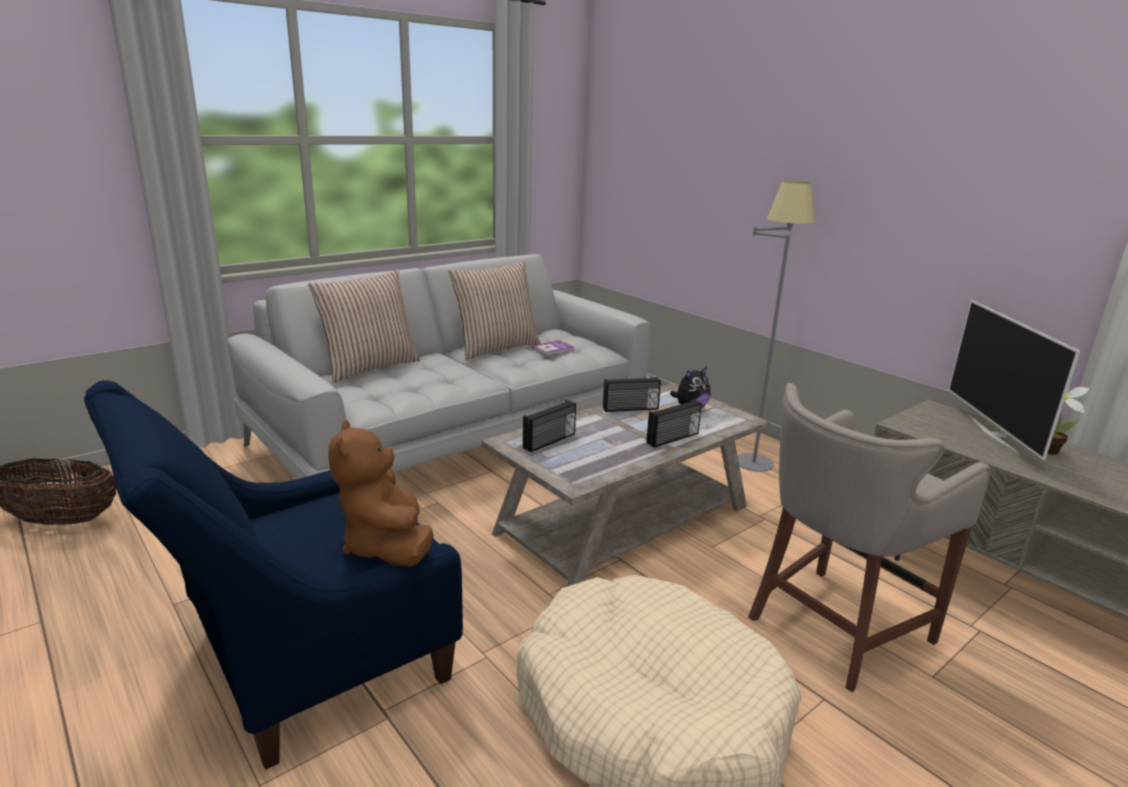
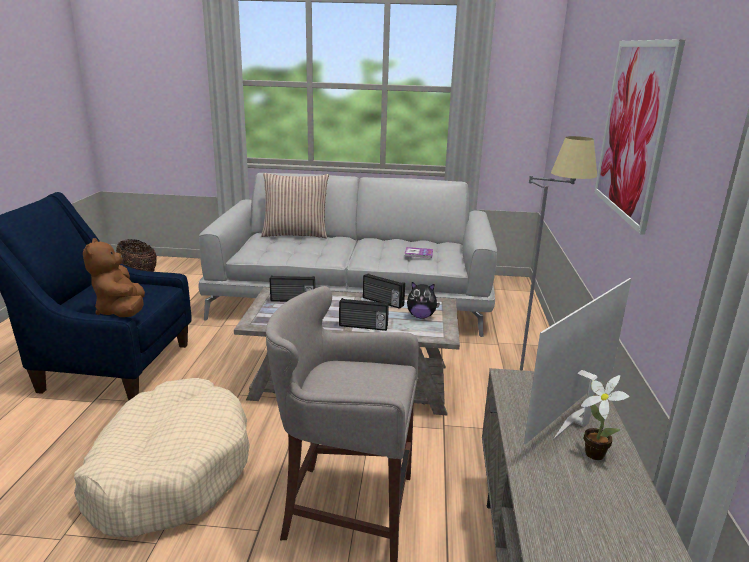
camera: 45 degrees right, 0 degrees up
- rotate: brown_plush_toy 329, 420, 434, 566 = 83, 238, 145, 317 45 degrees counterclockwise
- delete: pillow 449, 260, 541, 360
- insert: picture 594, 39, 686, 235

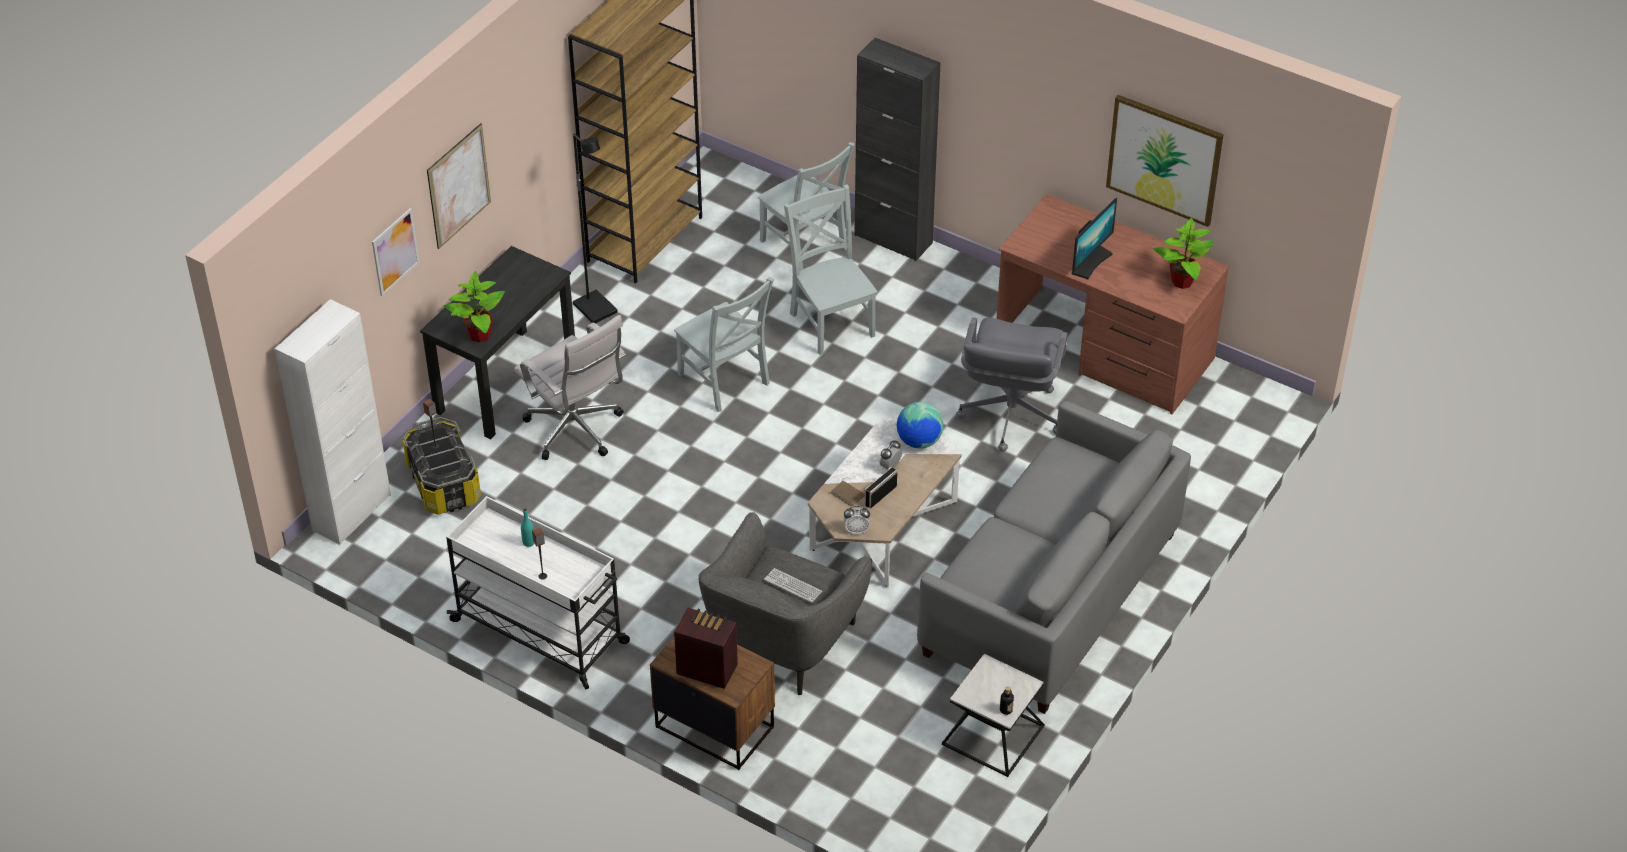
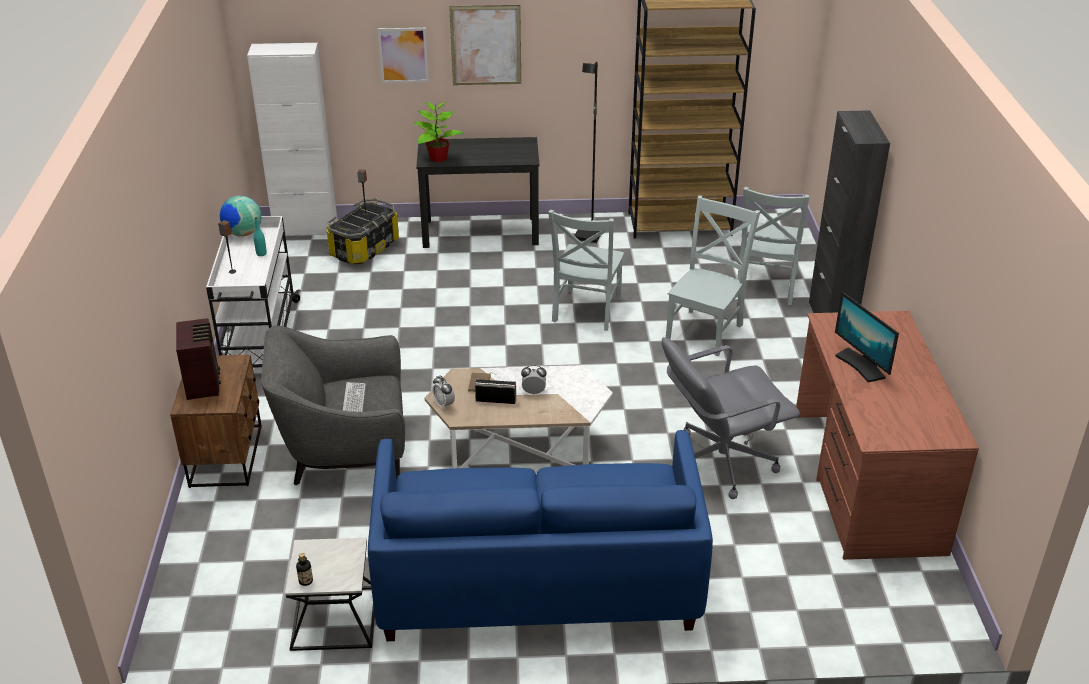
camera: 55 degrees right, 10 degrees down
- delete: white_office_chair 514, 315, 626, 460
- move: globe 897, 402, 943, 449 to 220, 196, 261, 237
- recolor: grey_sofa 917, 401, 1191, 714 to blue_sofa 368, 430, 713, 641
- rotate: monitor 1072, 198, 1117, 279 = 835, 292, 899, 382 60 degrees clockwise
- delete: picture 1106, 95, 1224, 227
- delete: potted_plant 1153, 218, 1214, 289

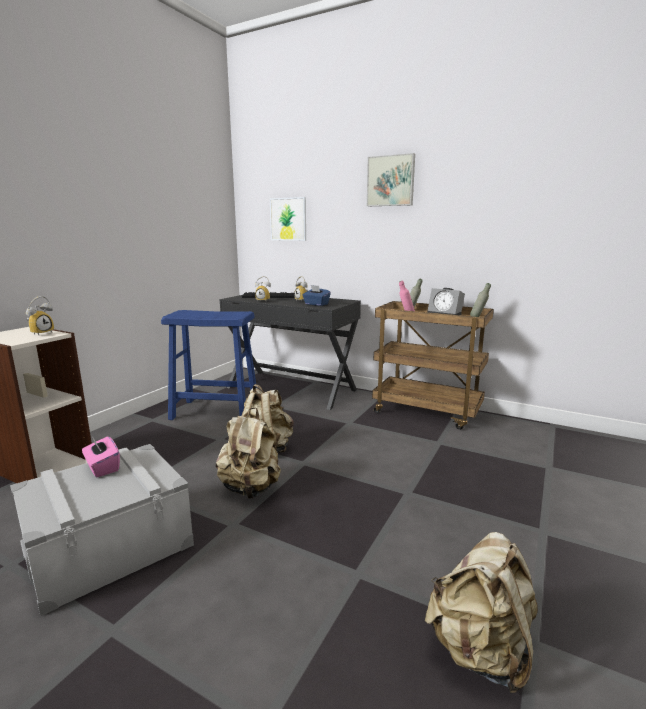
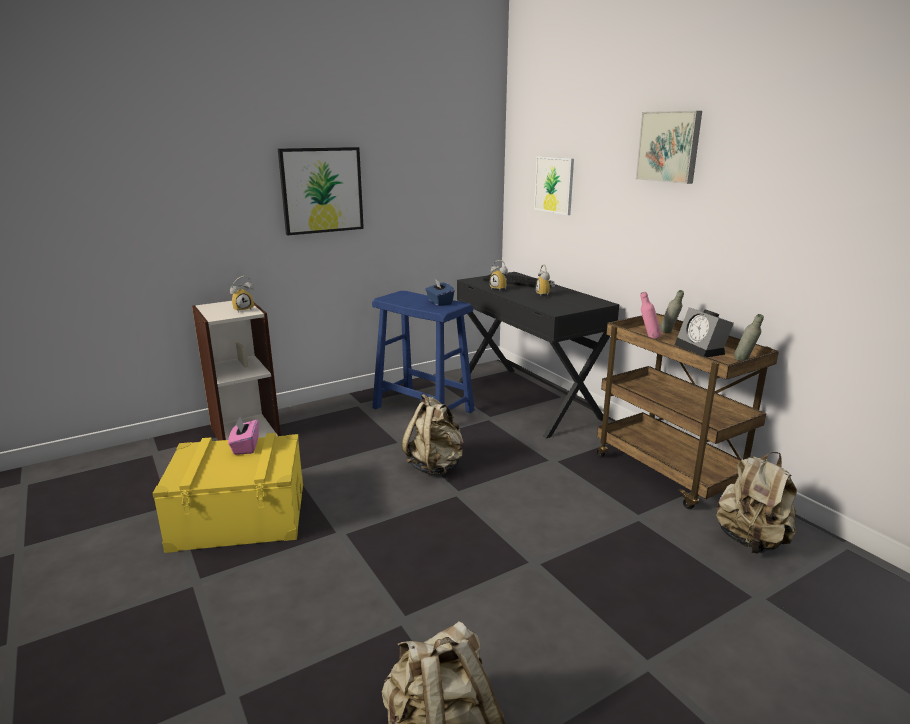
camera: 30 degrees right, 5 degrees up
- recolor: grey_storage_box 10, 444, 194, 616 to yellow_storage_box 152, 433, 303, 553
- move: beige_backpack 216, 407, 281, 499 to 716, 452, 797, 554
- move: blue_tissue_box 303, 285, 331, 306 to 425, 278, 454, 306
- insert: picture 278, 147, 364, 235

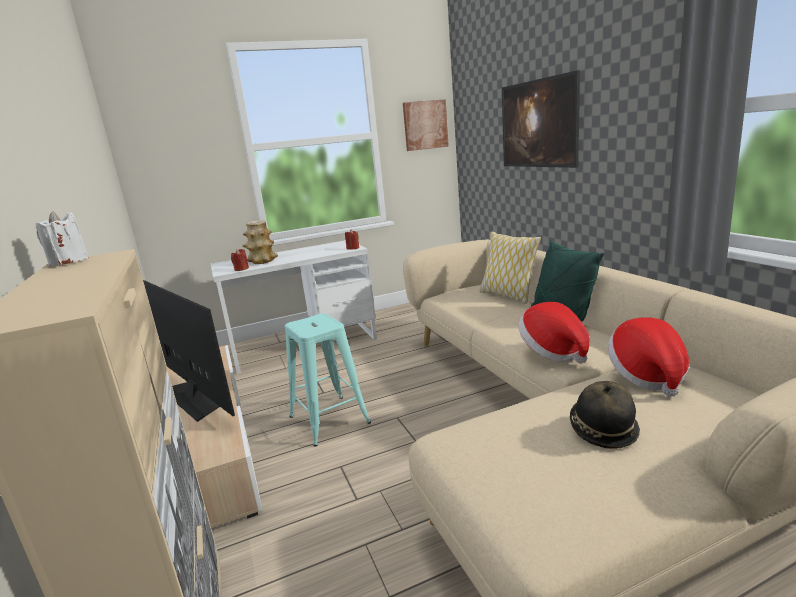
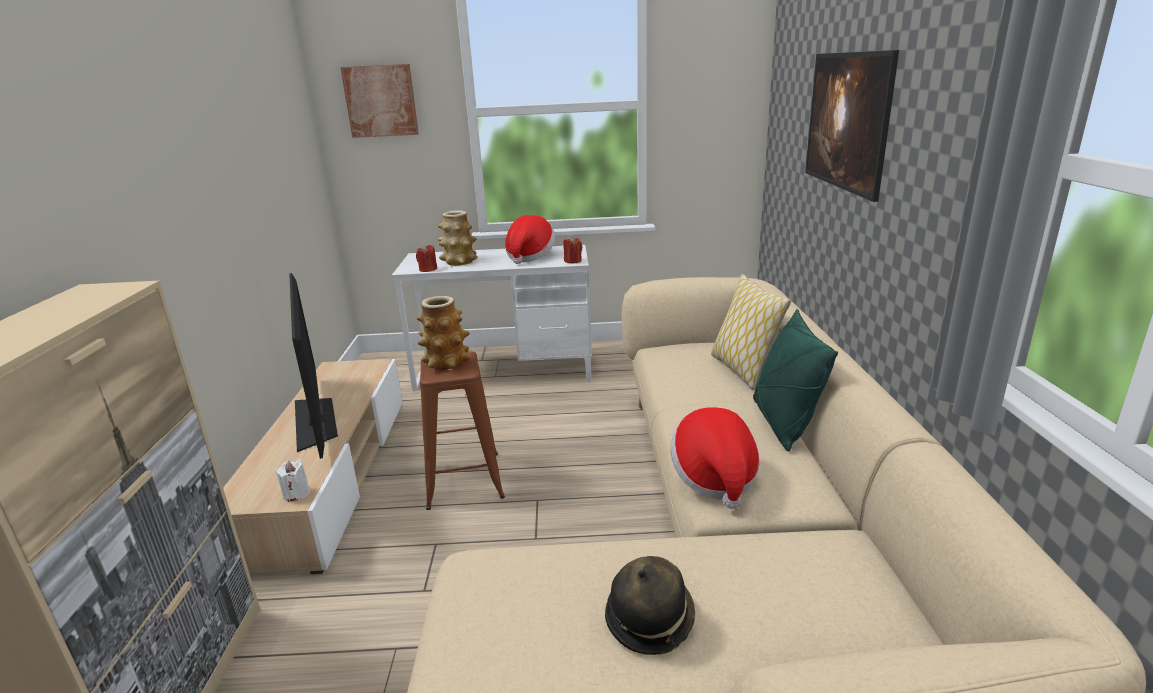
camera: 20 degrees right, 5 degrees up
- move: white_candle 36, 211, 89, 266 to 276, 459, 310, 502
- recolor: turquoise_stool 285, 313, 371, 446 to brown_stool 420, 351, 505, 510
- move: picture 403, 99, 449, 151 to 340, 64, 419, 138
- move: hat 608, 317, 689, 397 to 505, 215, 555, 264
- insert: vase 417, 296, 471, 370

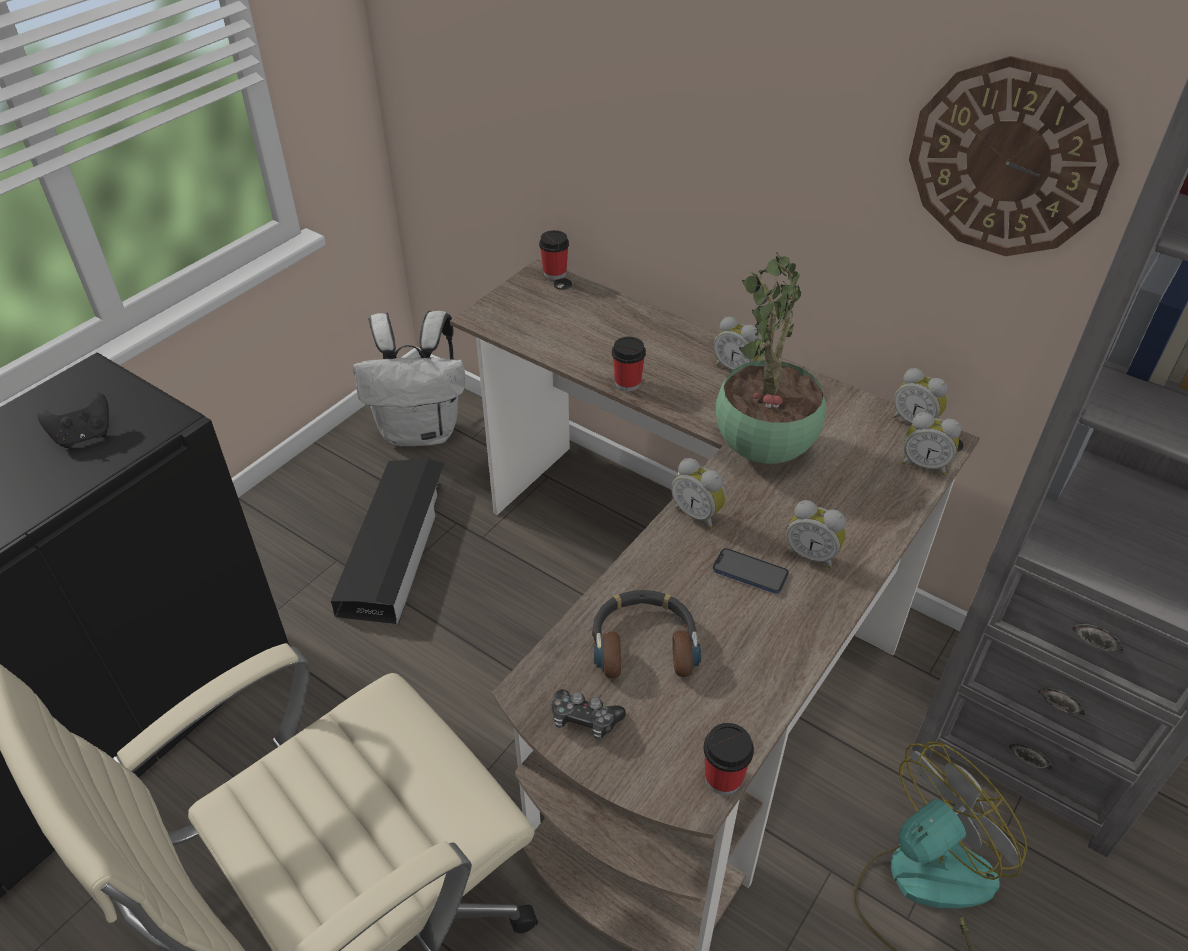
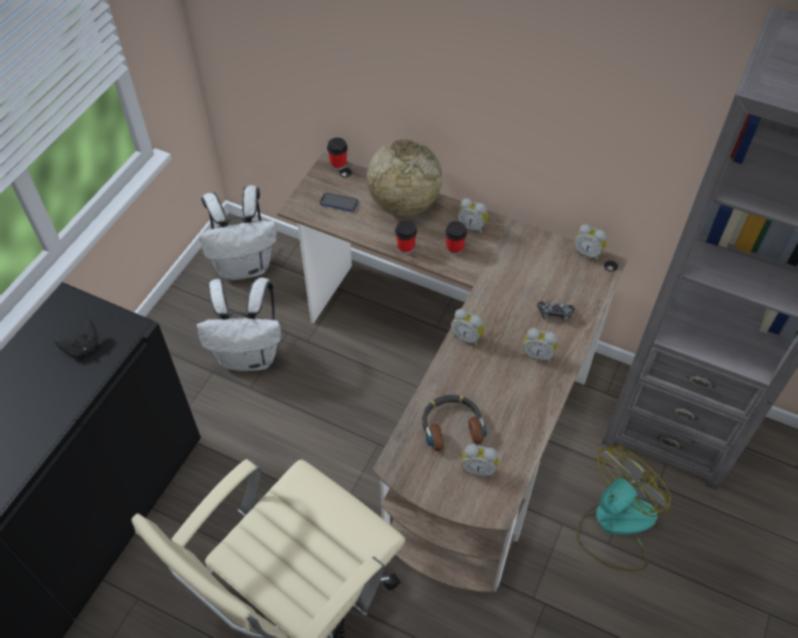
camera: 10 degrees left, 10 degrees up
- replace: black_storage_box 331, 459, 444, 625 to white_backpack 197, 277, 281, 371
- move: game_controller 552, 689, 626, 740 to 537, 301, 575, 322
- move: cup 703, 723, 754, 795 to 445, 221, 467, 255
- move: phone 713, 548, 789, 594 to 320, 193, 358, 212
- delete: potted_plant 716, 252, 826, 464
- move: alarm_clock 902, 412, 961, 475 to 461, 444, 498, 477
- delete: wall_clock 909, 56, 1119, 256
- insert: globe 367, 139, 442, 216

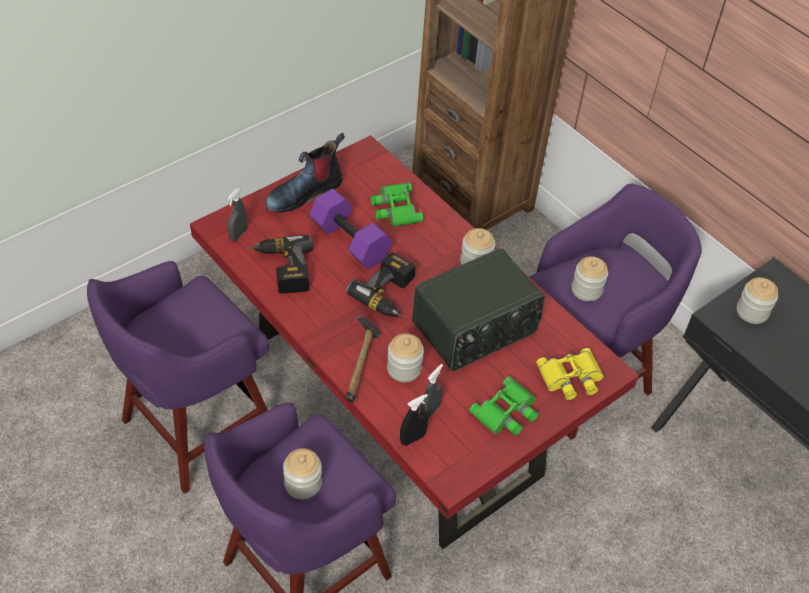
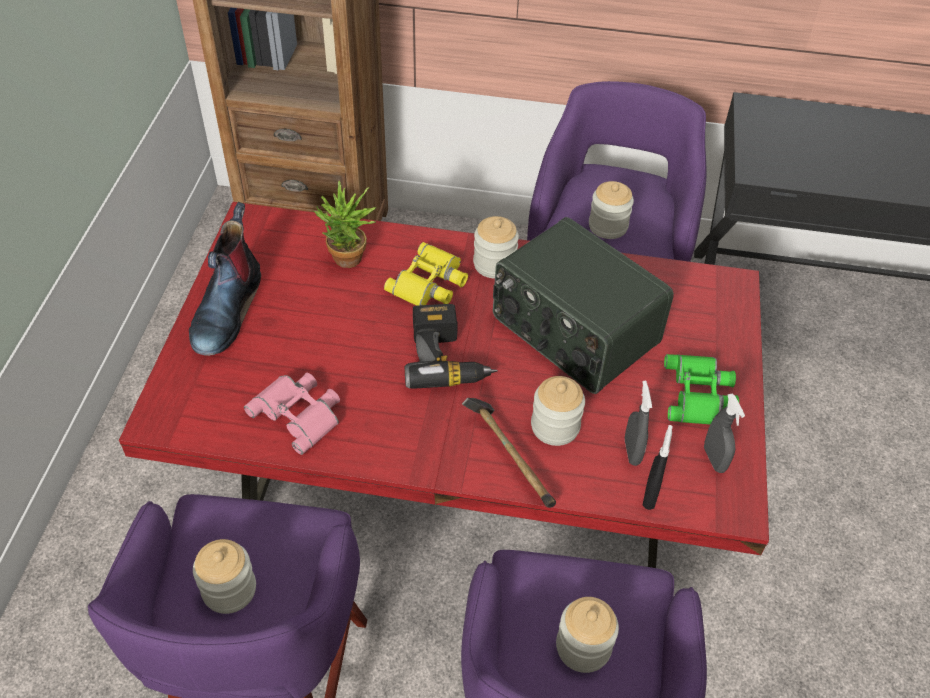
camera: 40 degrees left, 0 degrees up
- move: grey_spray_bottle 228, 188, 247, 241 to 704, 393, 745, 473
- replace: power_drill 250, 235, 313, 293 to pink_binoculars 244, 373, 340, 455
- delete: purple_dumbbell 309, 189, 392, 269
- replace: green_binoculars 371, 183, 423, 227 to potted_plant 314, 181, 376, 268
- rotate: radio 412, 248, 545, 372 = 493, 217, 674, 394 120 degrees clockwise
- move: yellow_binoculars 536, 348, 604, 400 to 384, 242, 468, 306
- move: jar 737, 277, 778, 324 to 193, 539, 256, 614

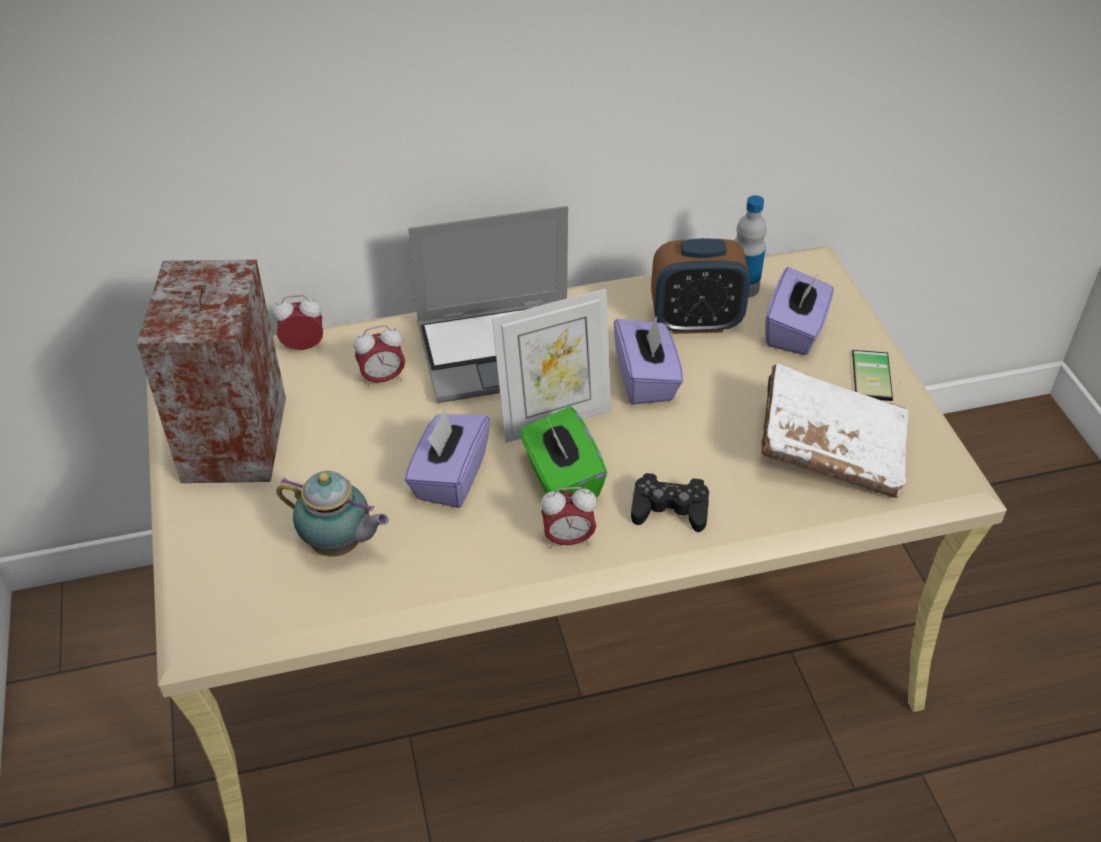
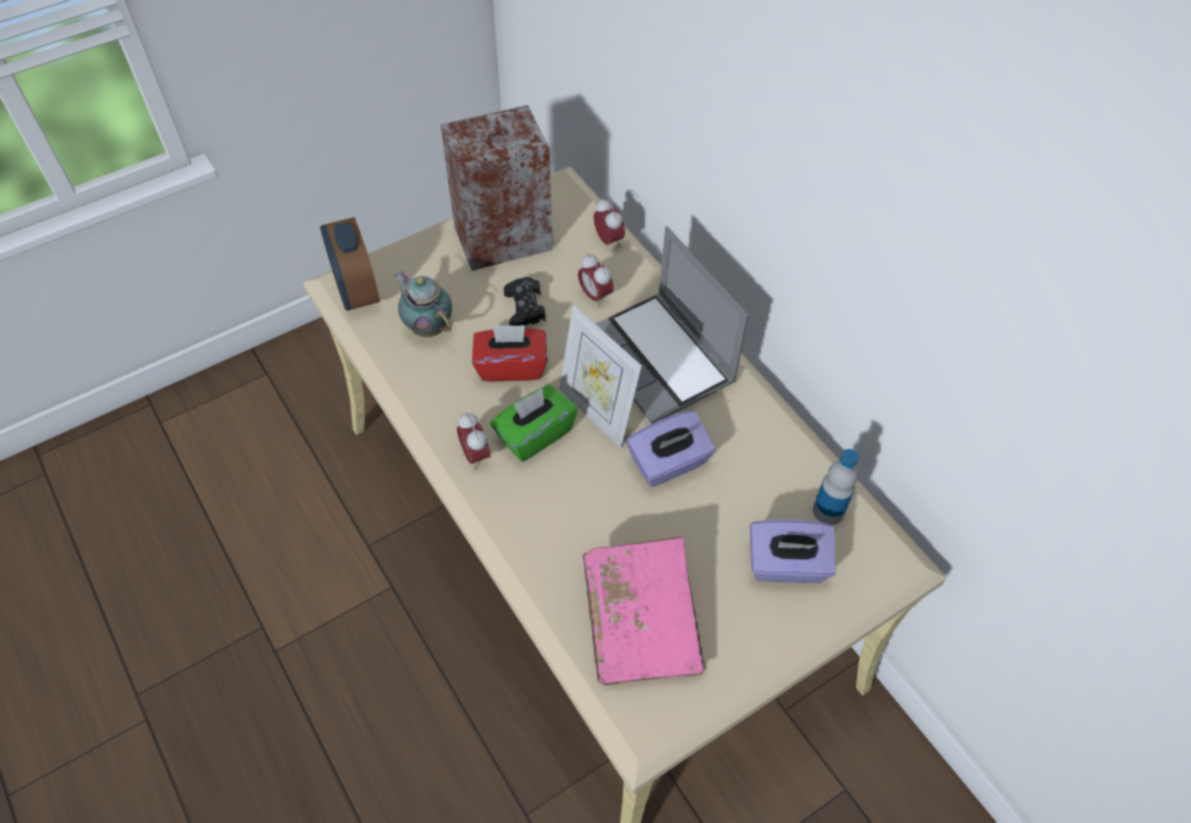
camera: 70 degrees right, 10 degrees up
- rotate: teapot 276, 471, 389, 557 = 394, 271, 452, 337 135 degrees clockwise
- recolor: purple_tissue_box 405, 410, 490, 508 to red_tissue_box 472, 325, 548, 382
- move: black_game_controller 631, 473, 709, 532 to 504, 277, 546, 326
- move: alarm_clock 651, 238, 750, 334 to 320, 217, 380, 311
- recolor: white_book 761, 363, 909, 498 to pink_book 583, 537, 706, 685
- delete: phone 852, 350, 893, 401

